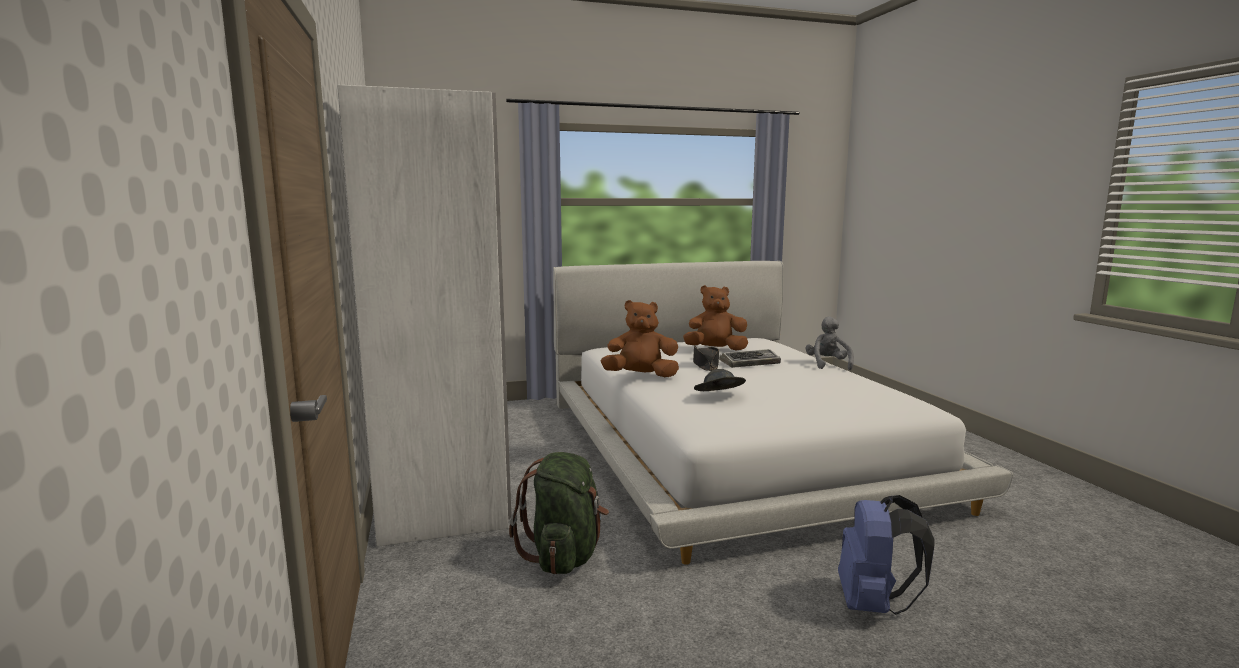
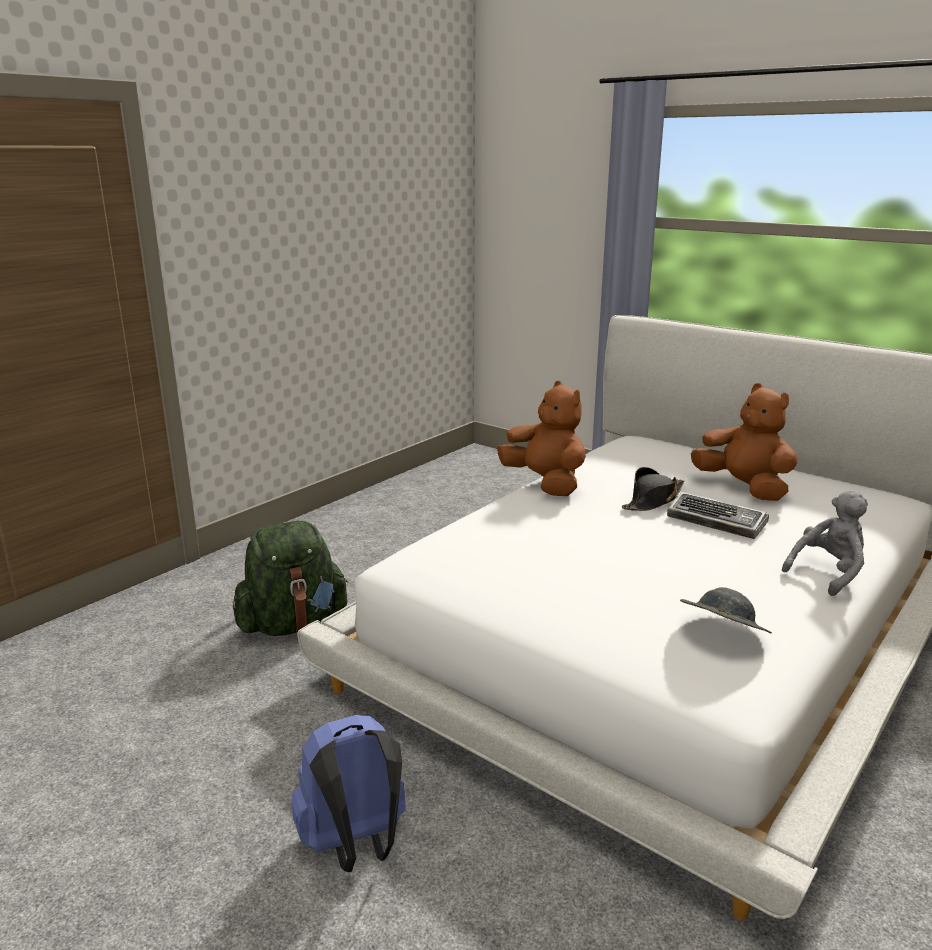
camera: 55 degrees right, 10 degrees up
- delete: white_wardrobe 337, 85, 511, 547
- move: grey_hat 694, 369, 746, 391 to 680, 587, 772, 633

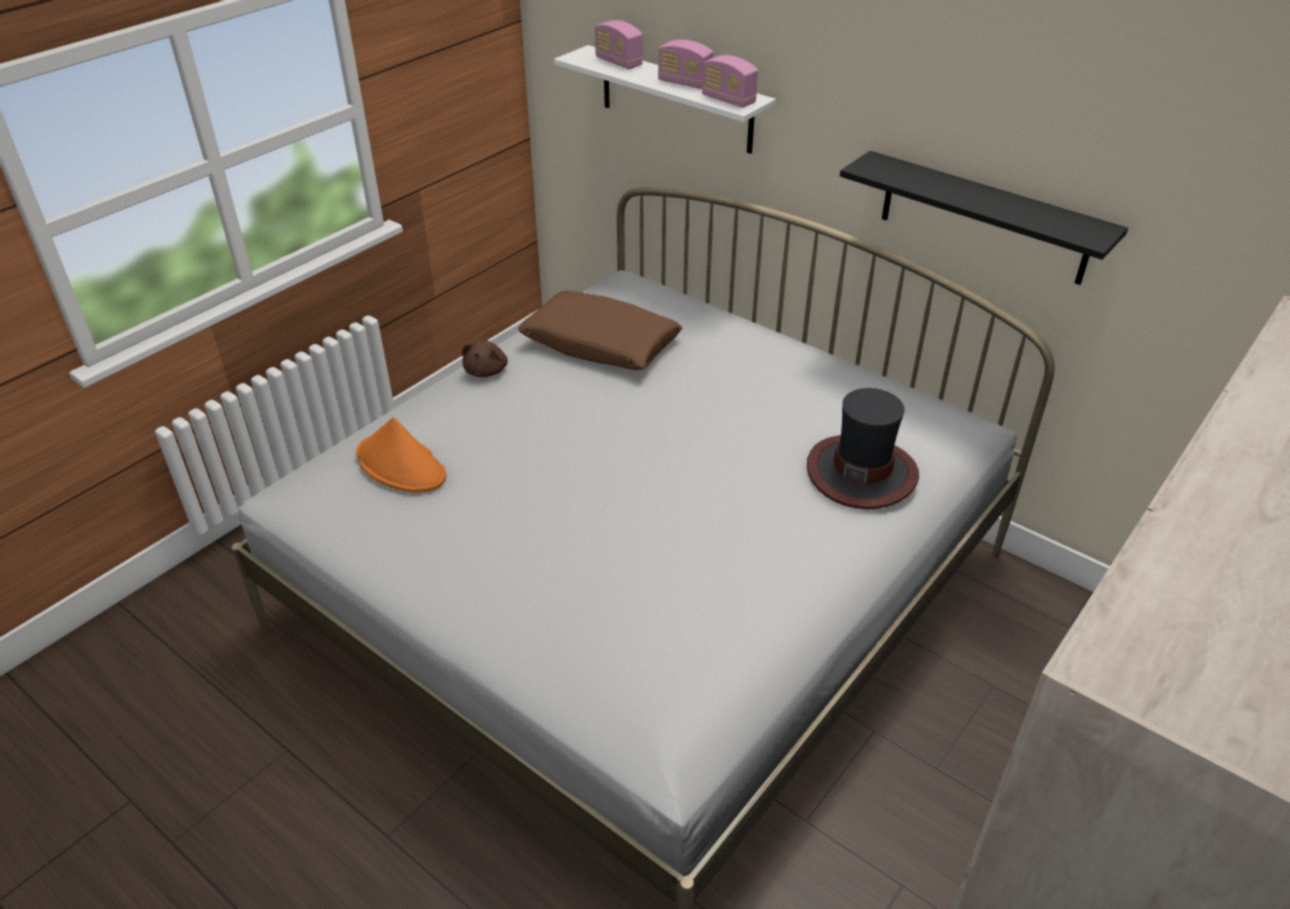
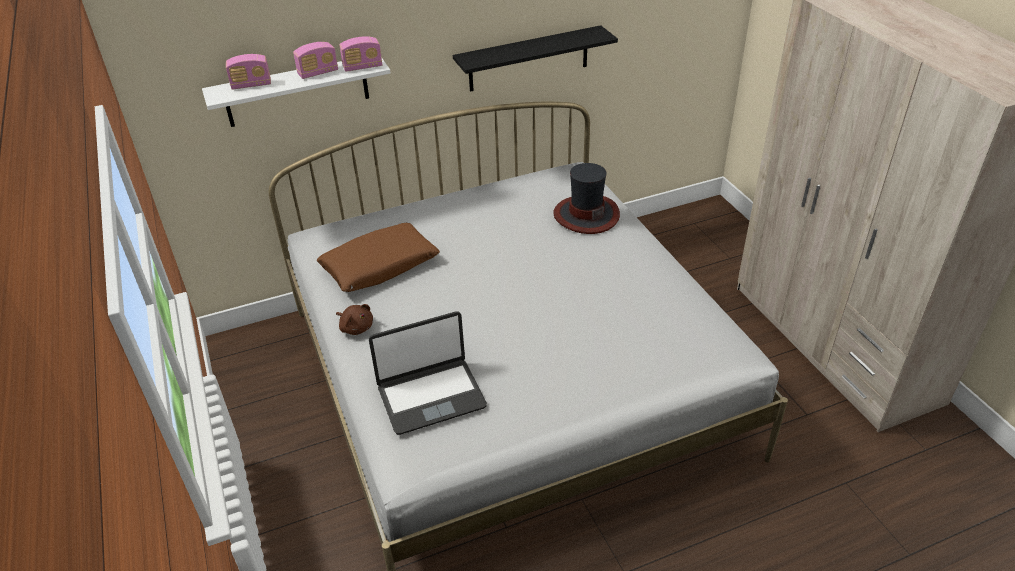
camera: 60 degrees left, 0 degrees up
- replace: orange_hat 356, 417, 446, 493 to laptop 369, 311, 487, 435

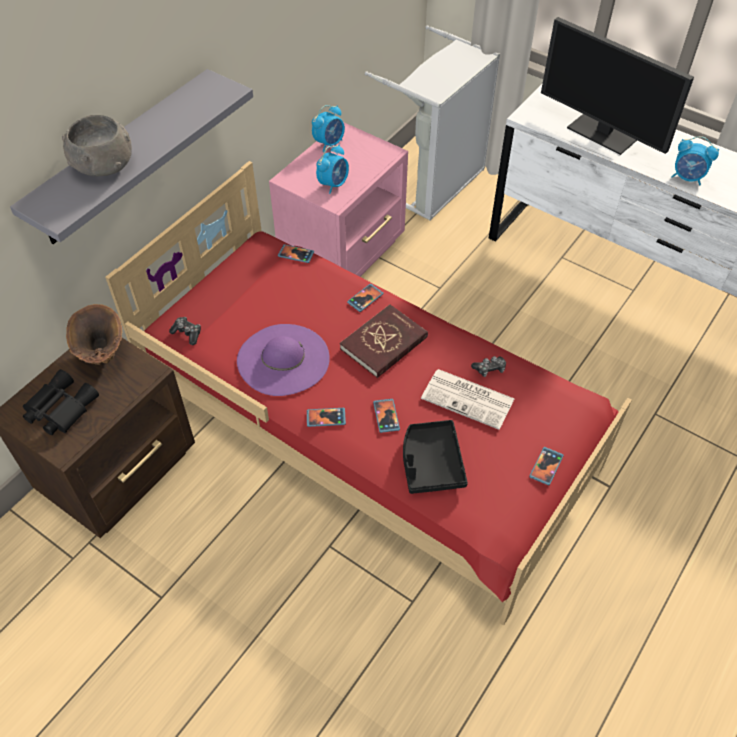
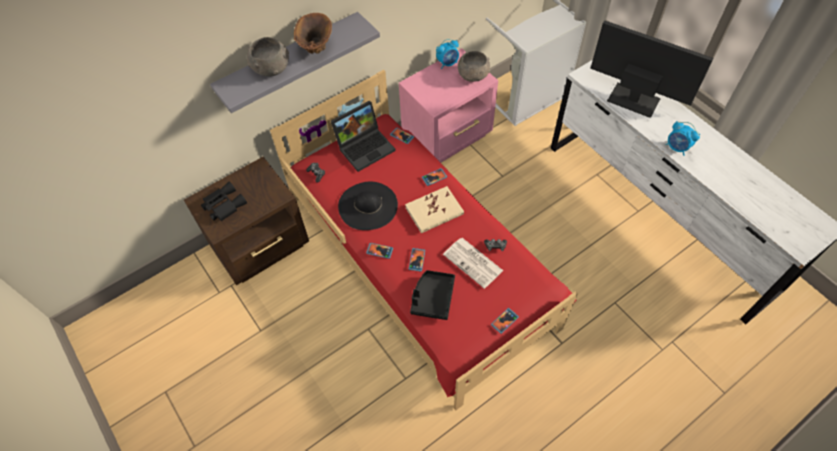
camera: 20 degrees right, 5 degrees up
- move: brown_vase 66, 304, 122, 365 to 294, 13, 332, 54
- recolor: purple_hat 237, 324, 330, 396 to black_hat 338, 181, 398, 230
- delete: alarm_clock 316, 145, 349, 194
- recolor: red_book 340, 304, 428, 378 to beige_book 405, 186, 464, 233
- rotate: monitor 541, 17, 694, 155 = 590, 20, 714, 118 150 degrees clockwise
- insert: laptop 331, 100, 396, 172
- insert: grey_bowl 458, 51, 490, 82

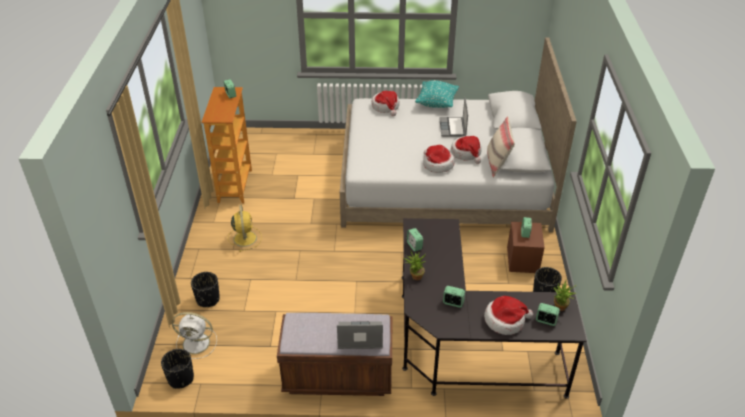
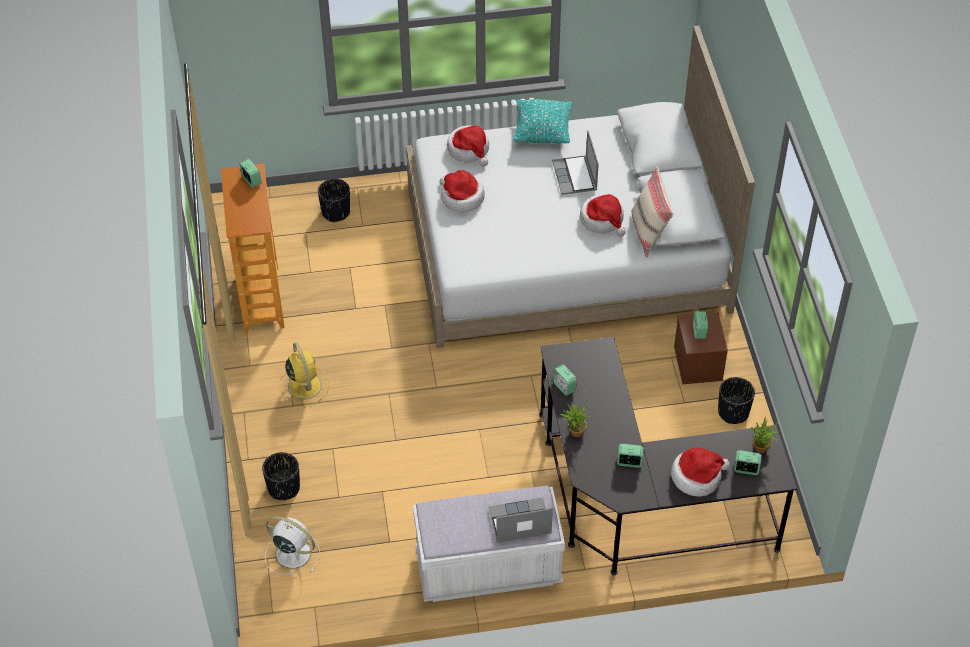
camera: 10 degrees left, 10 degrees up
- move: black_planter 161, 349, 194, 389 to 318, 179, 350, 222
- rotate: white_fan 172, 312, 217, 359 = 265, 516, 320, 574 150 degrees counterclockwise
- recolor: brown_bench 277, 313, 392, 396 to white_bench 413, 486, 565, 602
- move: hat 423, 145, 455, 173 to 440, 170, 484, 213

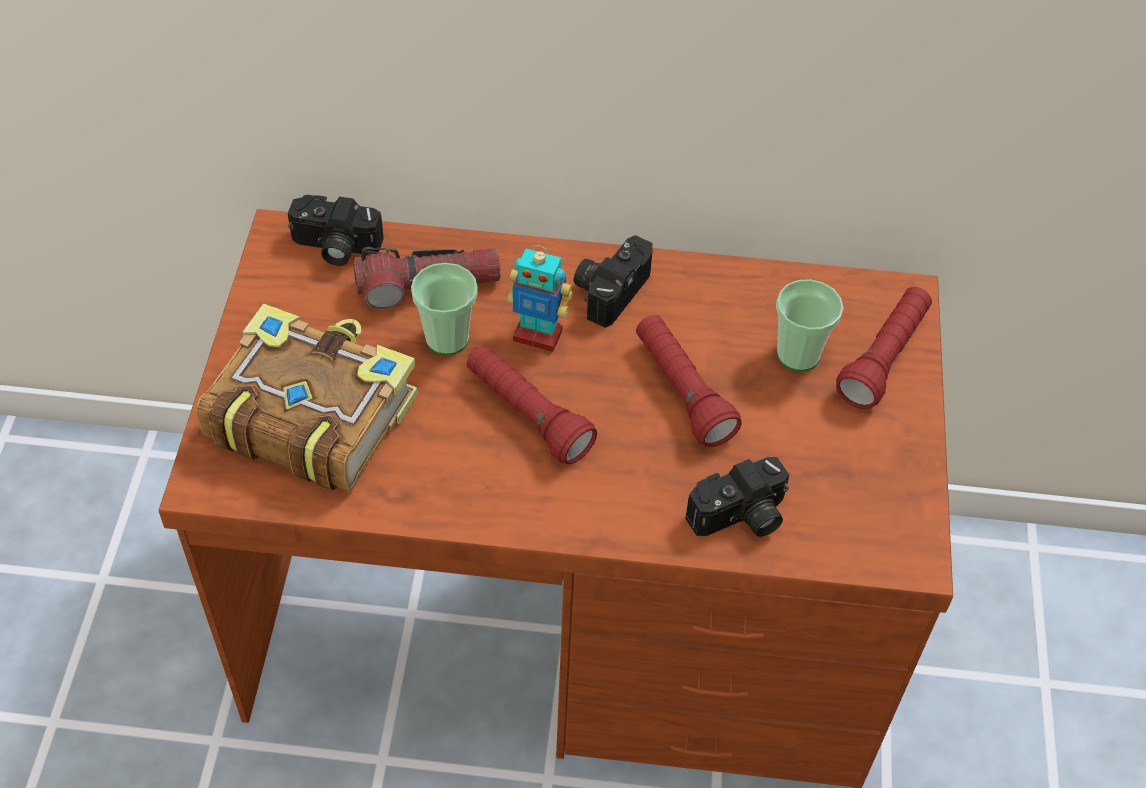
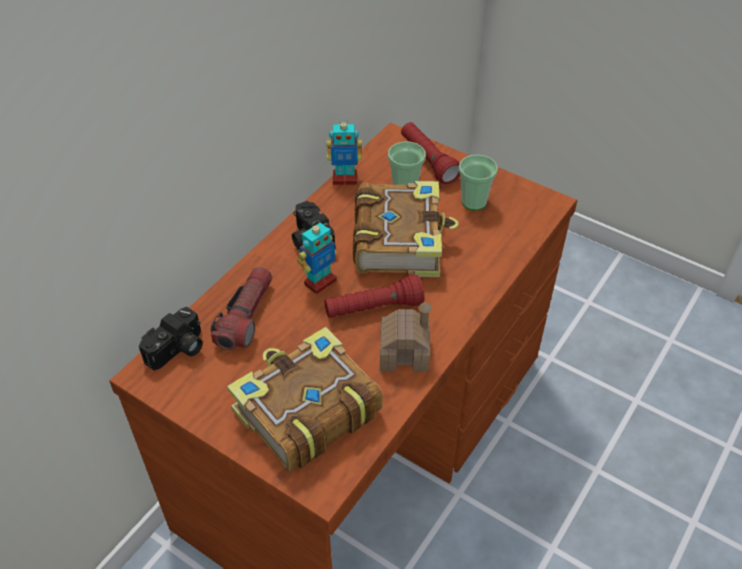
camera: 60 degrees left, 5 degrees down
- move: cup 411, 263, 478, 355 to 459, 155, 498, 211
- replace: red_flashlight 636, 315, 742, 447 to book 353, 181, 459, 277
- delete: photo_camera 686, 457, 789, 537
- insert: toy_robot 326, 118, 362, 185
- insert: toy_house 380, 302, 432, 372

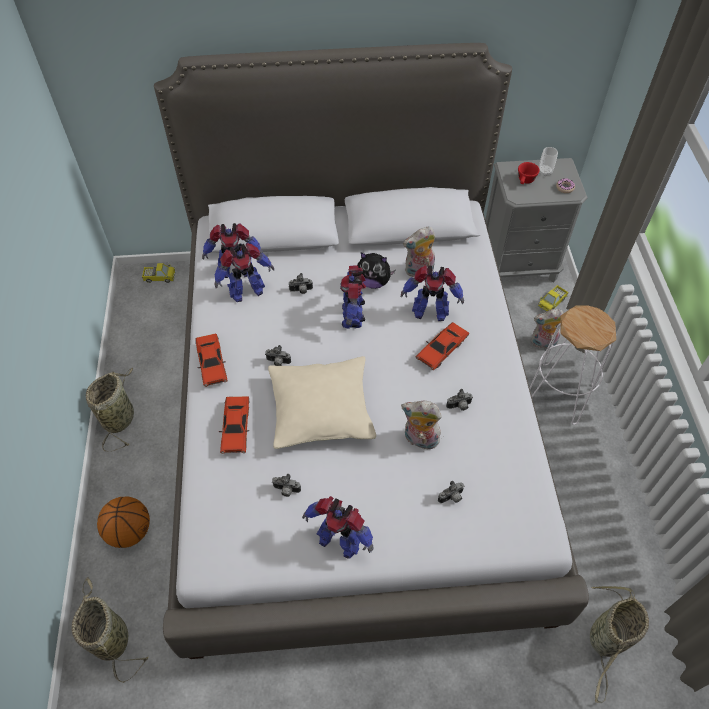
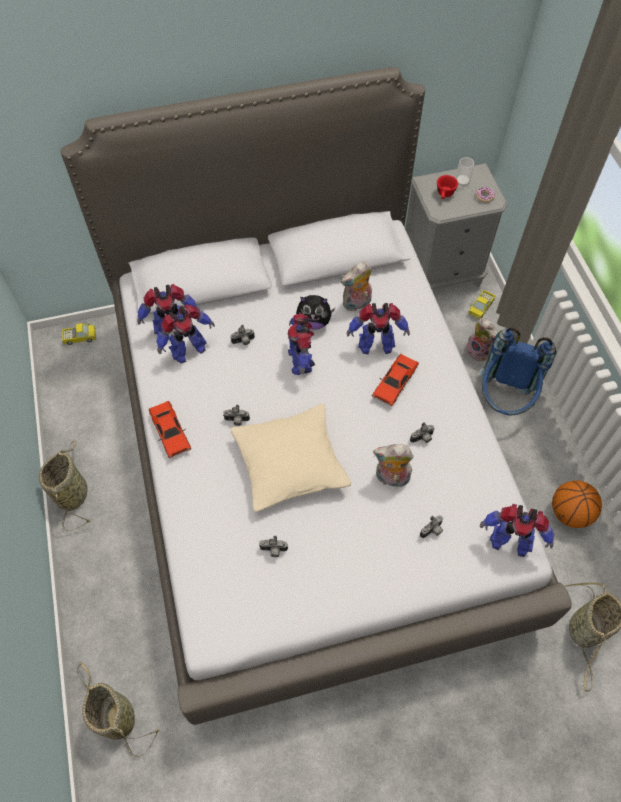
camera: 10 degrees left, 5 degrees up
- move: basketball 97, 497, 150, 548 to 552, 480, 602, 528
- delete: red_toy_car 218, 396, 250, 454
- move: toy_robot 302, 496, 374, 558 to 480, 504, 554, 557
- replace: white_stool 530, 306, 616, 425 to blue_backpack 479, 327, 557, 416
- rotate: plush_toy 531, 309, 564, 348 = 466, 318, 498, 362 120 degrees counterclockwise

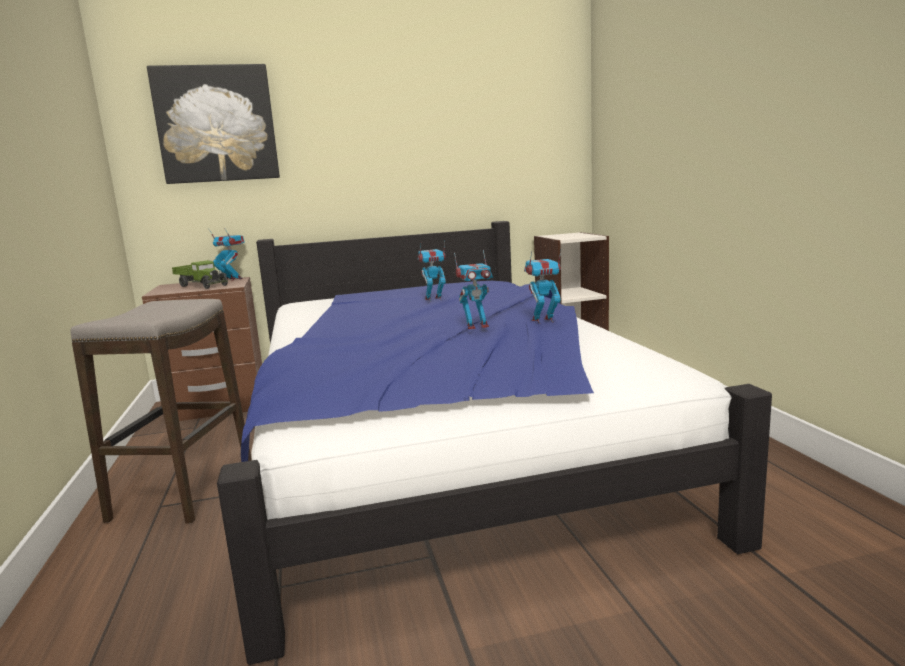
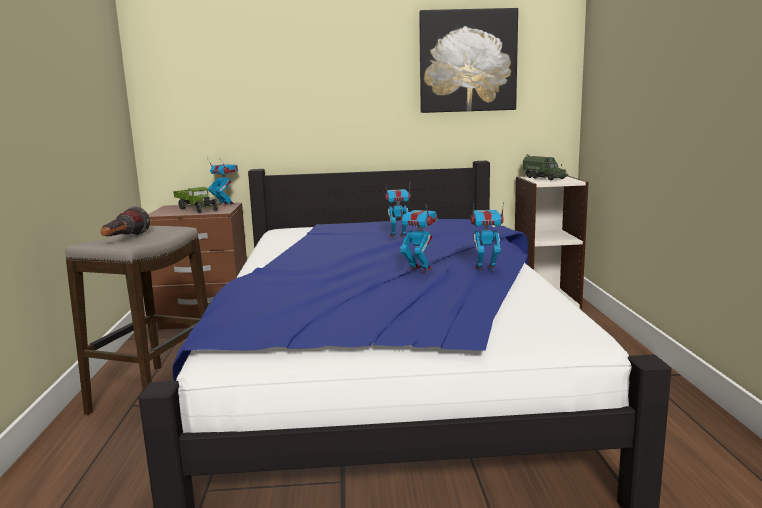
camera: 10 degrees right, 0 degrees up
- move: picture 147, 64, 280, 184 to 419, 8, 518, 113
- rotate: toy_robot 454, 250, 493, 329 = 398, 202, 438, 273 150 degrees counterclockwise
- insert: flashlight 101, 206, 150, 237
- insert: toy_truck 522, 154, 568, 180

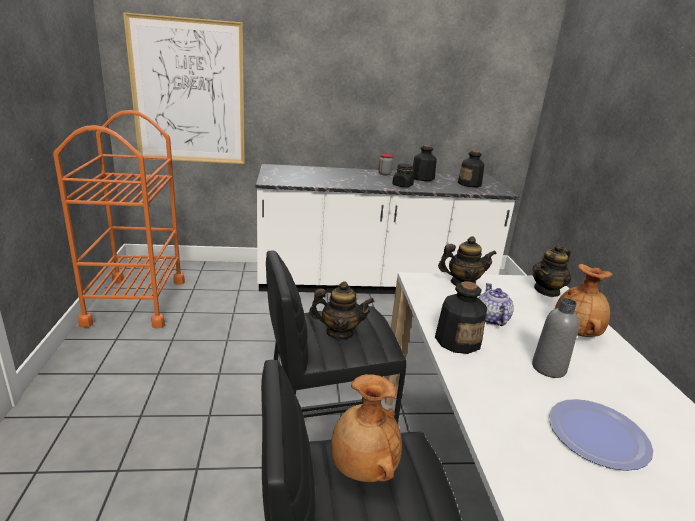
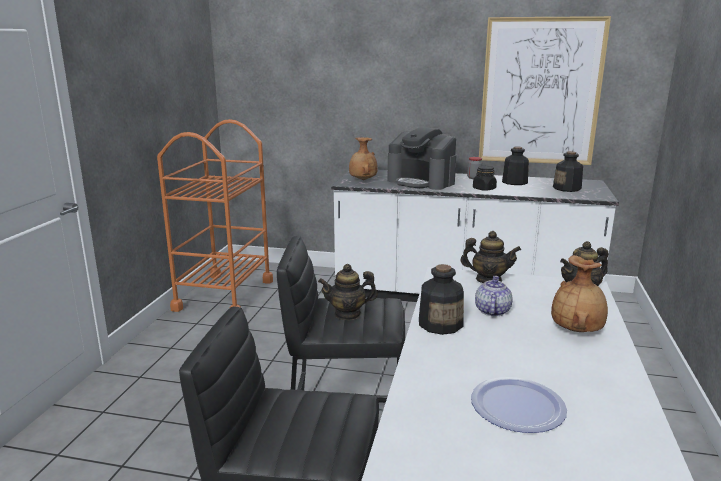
camera: 20 degrees right, 5 degrees down
- move: picture 123, 12, 245, 164 to 479, 16, 611, 165
- rotate: teapot 309, 281, 375, 339 = 318, 264, 378, 320 150 degrees clockwise
- move: brown_vase 331, 374, 402, 482 to 349, 137, 378, 180
- delete: grey_bottle 532, 298, 579, 378
- insert: coffee_machine 387, 127, 456, 190

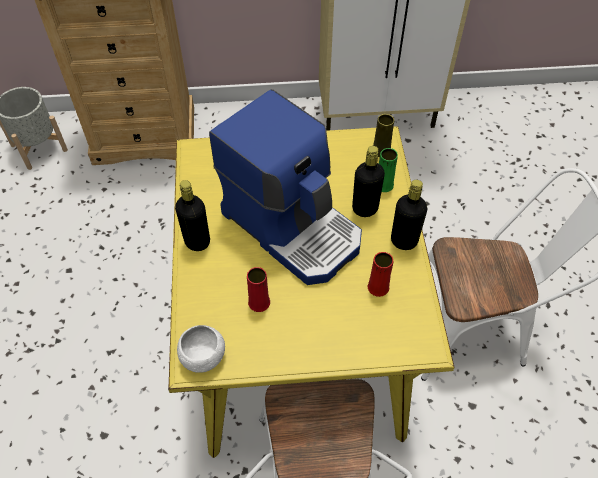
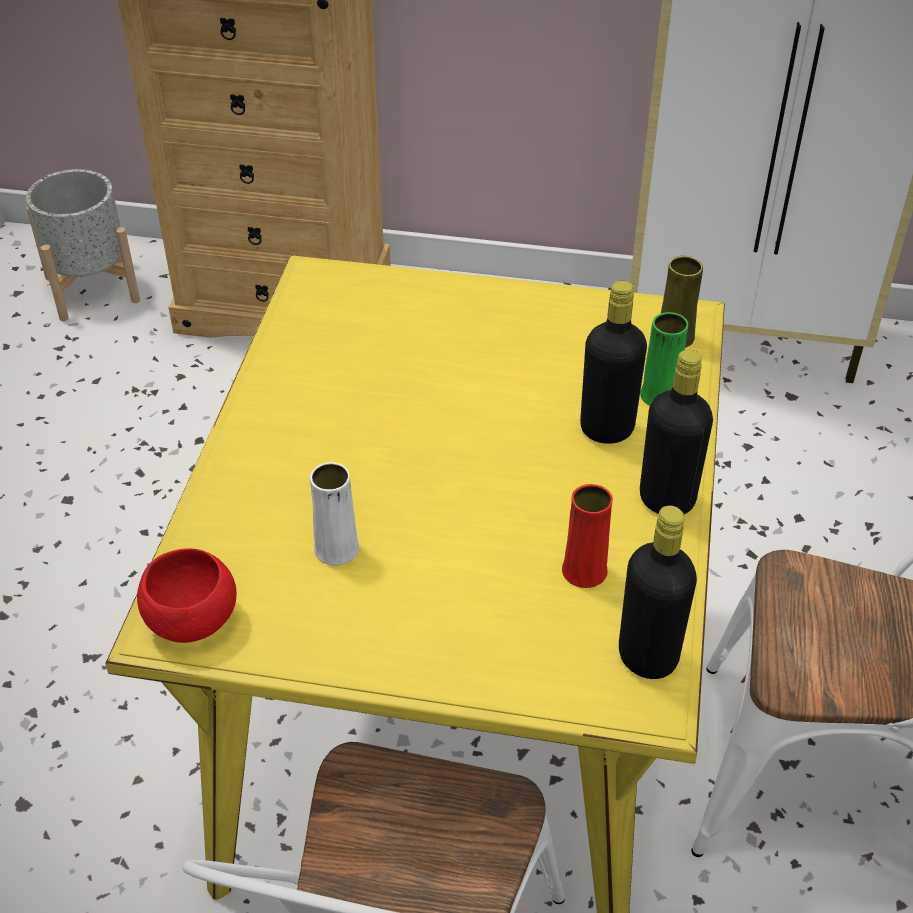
camera: 15 degrees right, 10 degrees down
- move: black_bottle 175, 180, 210, 251 to 619, 506, 697, 679
- recolor: white_bowl 177, 325, 225, 373 to red_bowl 137, 548, 237, 643
- delete: coffee_machine 209, 89, 362, 285
- recolor: red_vase 247, 267, 270, 312 to white_vase 309, 462, 359, 566

